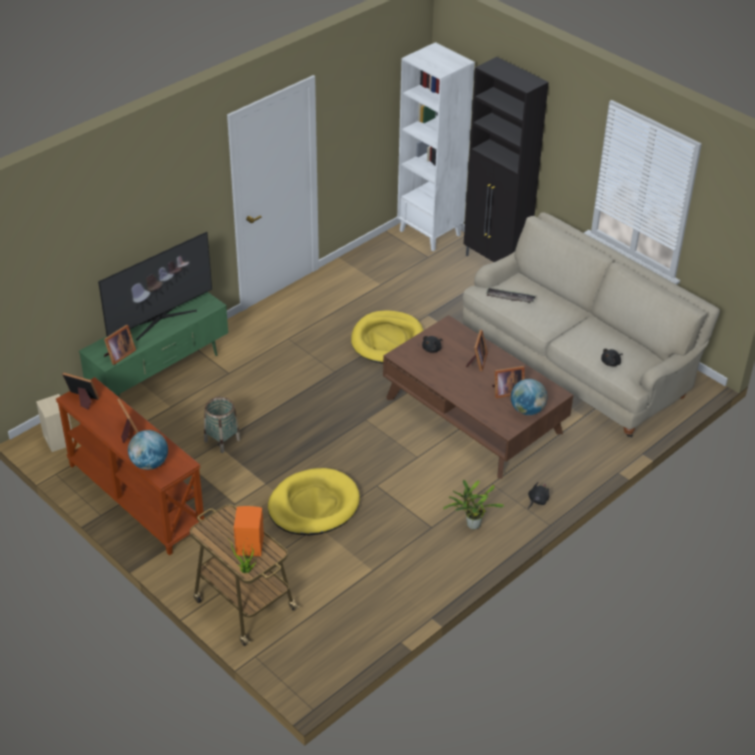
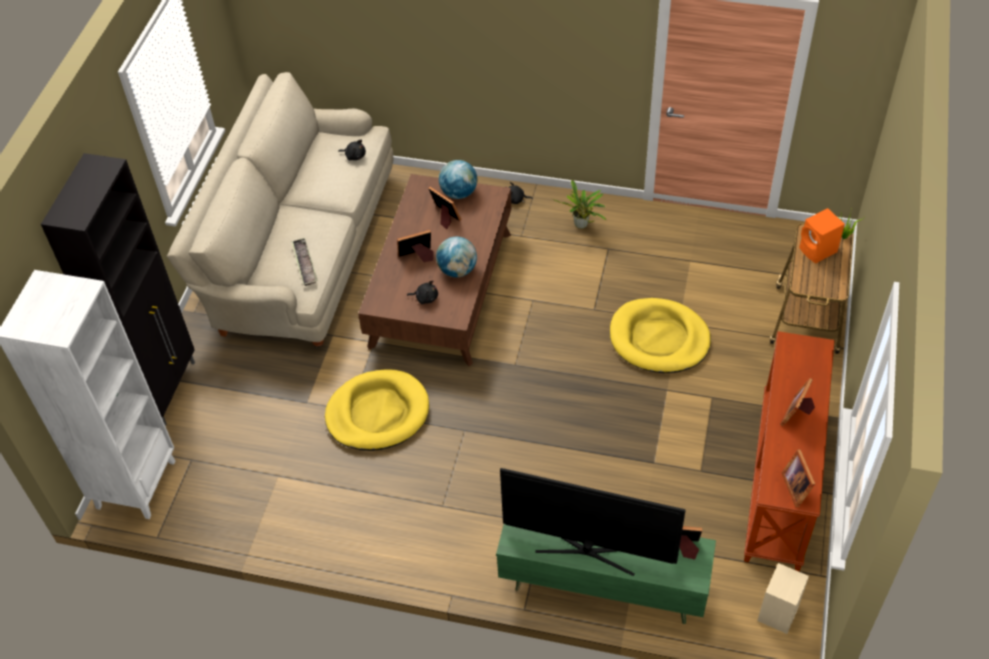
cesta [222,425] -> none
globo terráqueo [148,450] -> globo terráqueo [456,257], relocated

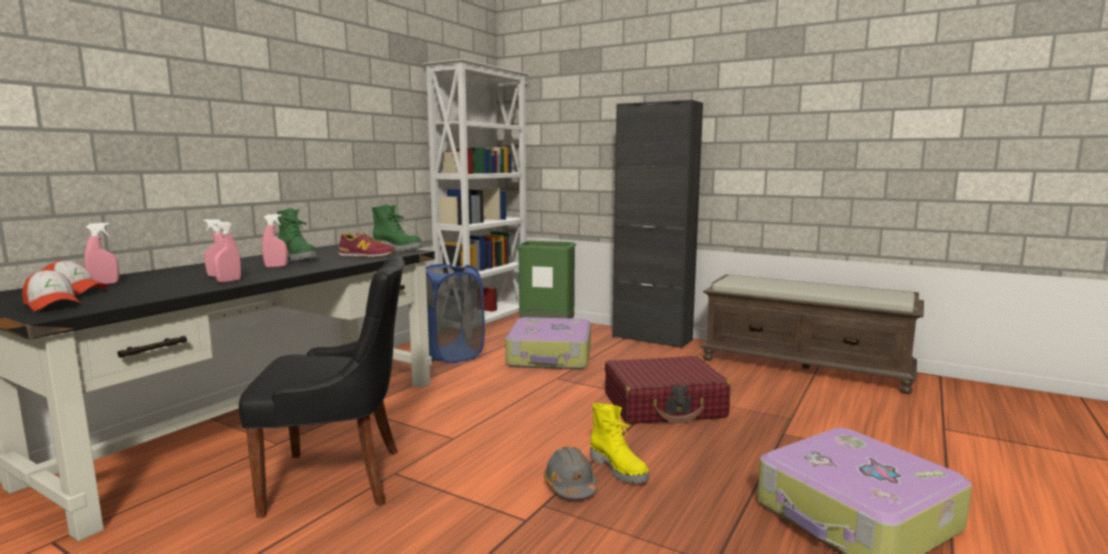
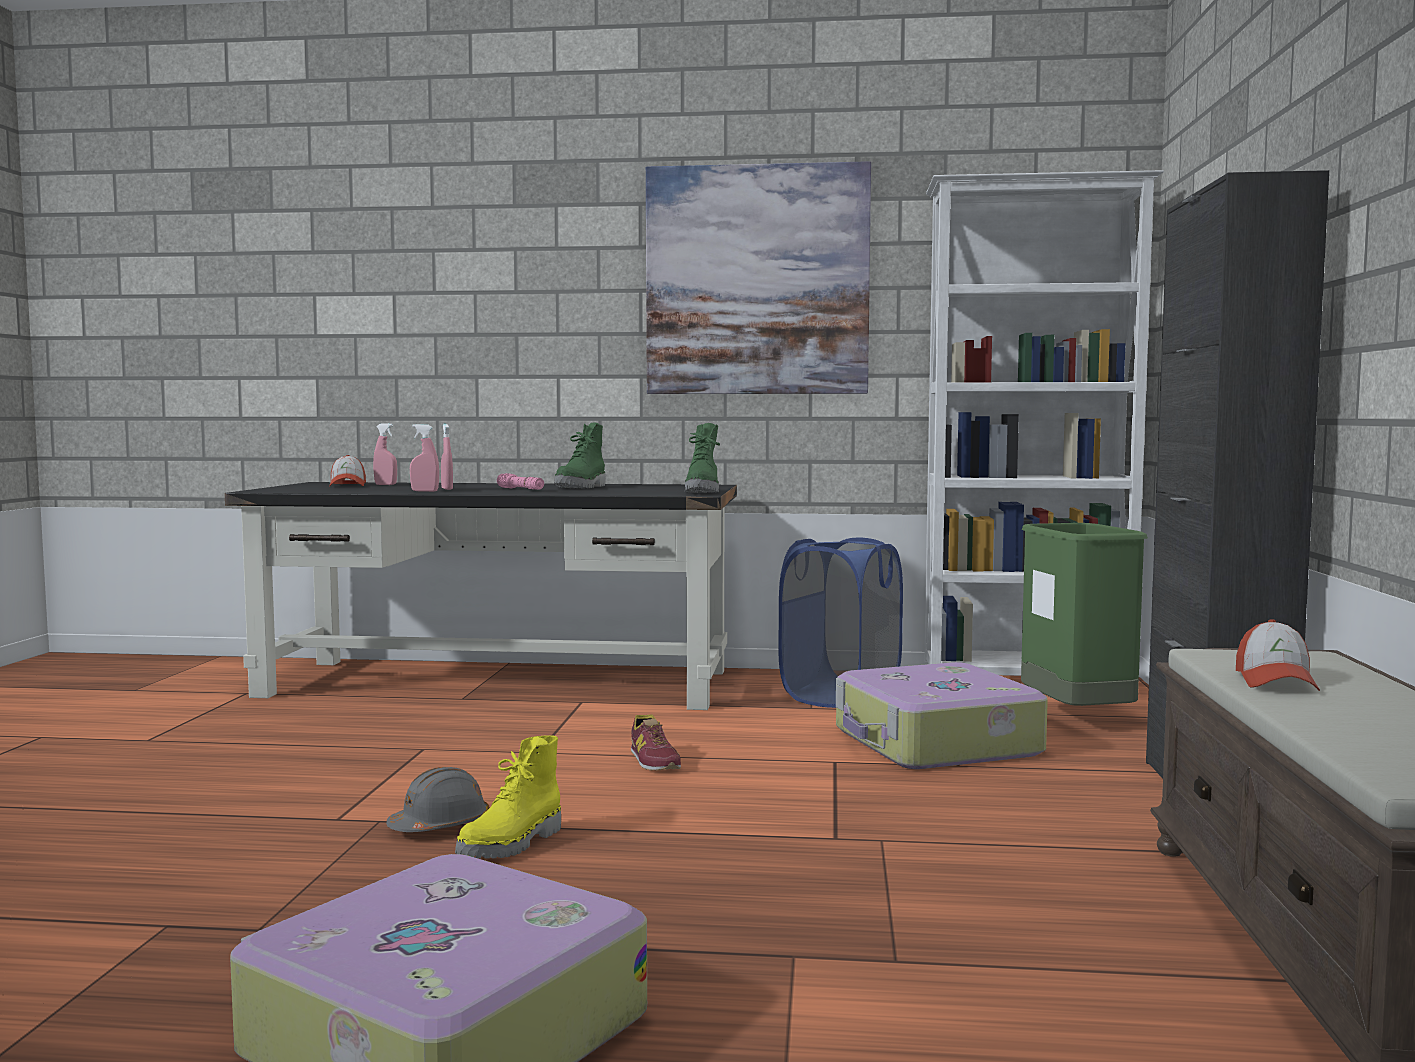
silla/negro [322,387] -> none
maleta/rojo [667,390] -> none
none -> cuadro [758,277]
gorra [52,290] -> gorra [1278,655], relocated
zapato [366,244] -> zapato [656,742], relocated
pulverizador/rosa [275,240] -> linterna/rosa [520,481]

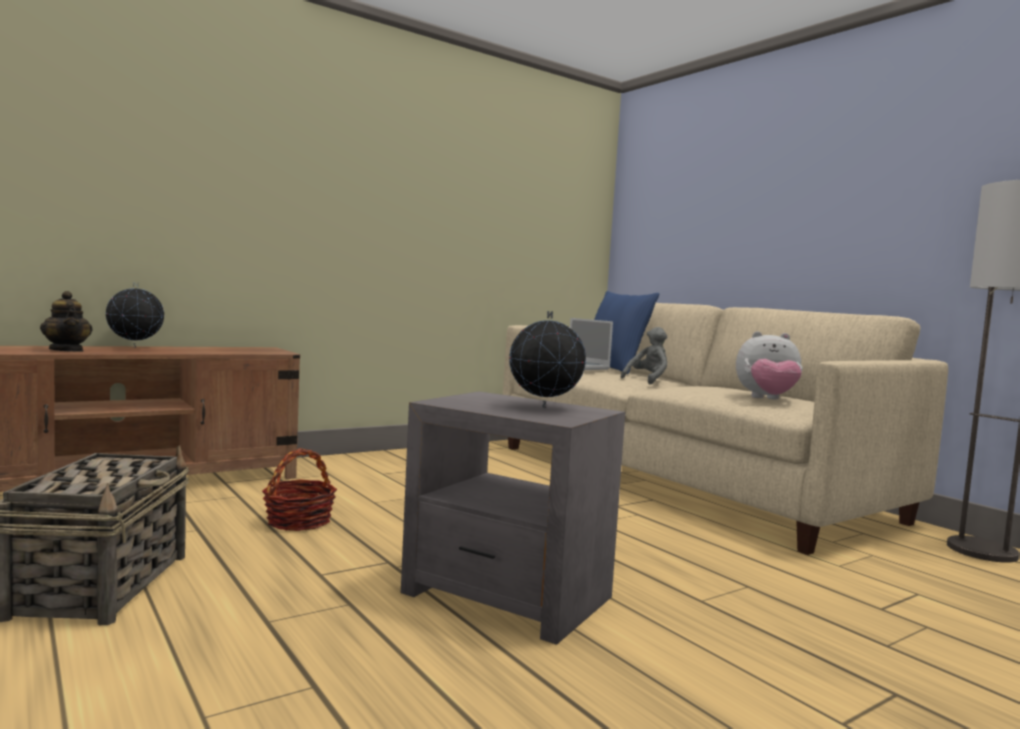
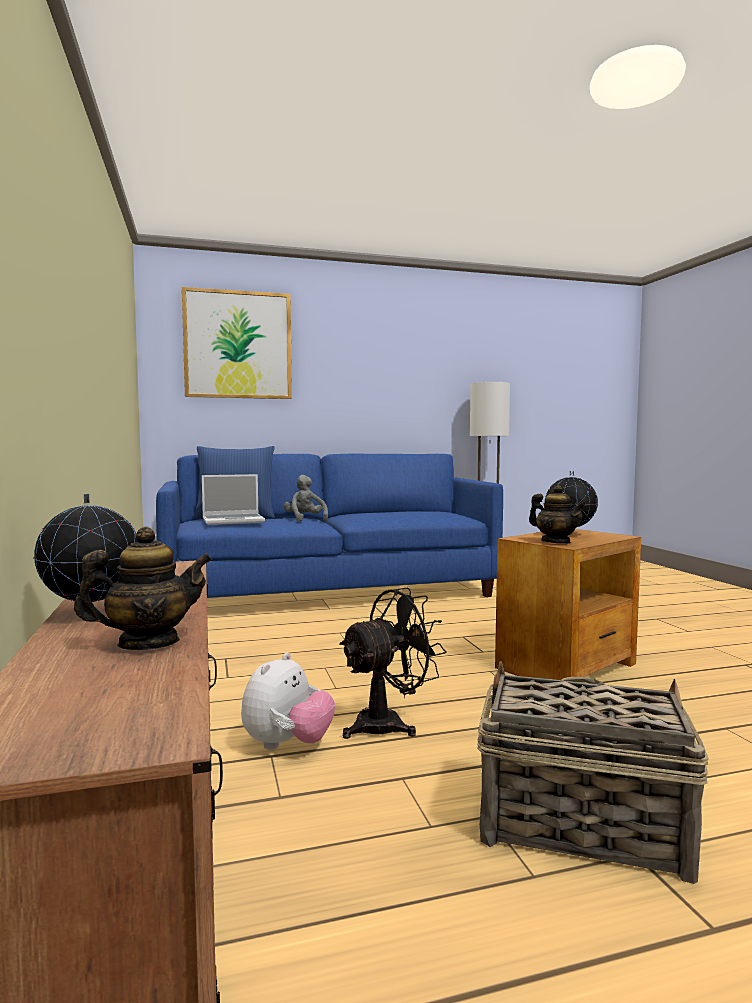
none -> cuadro [237,343]
none -> tetera [557,514]
peluche [769,365] -> peluche [288,701], relocated
cesta [299,489] -> ventilador/negro [393,663]
mesa auxiliar/gris [513,518] -> mesa auxiliar/marrón [568,604]
sofá/beis [725,429] -> sofá/azul [329,525]

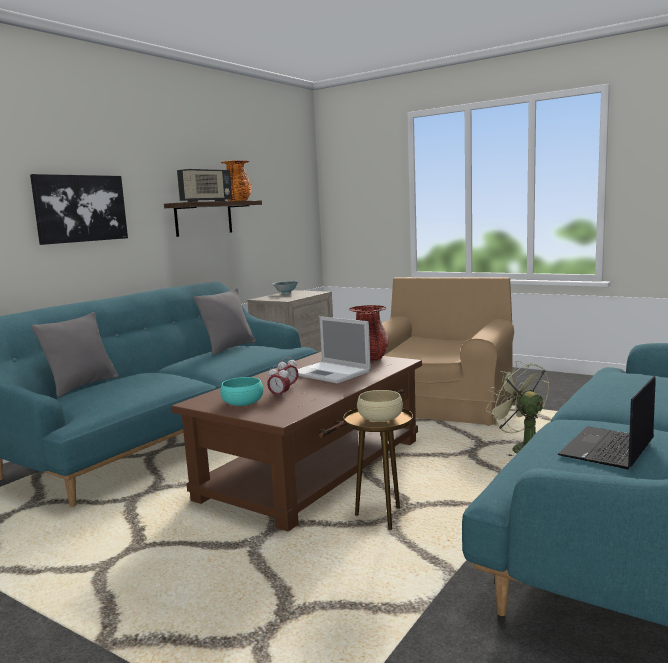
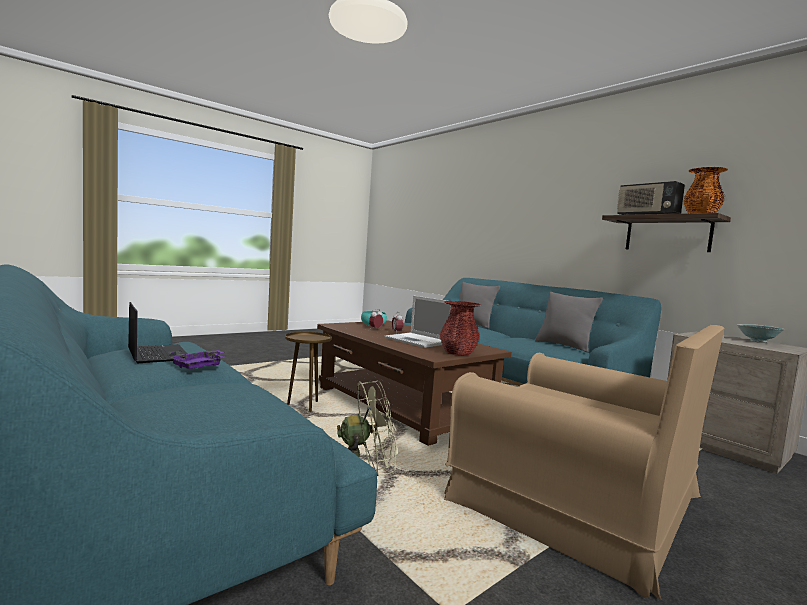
cuadro [79,209] -> none
cuenco/beis [380,406] -> none
none -> bandeja/morado [196,359]
portátil [334,350] -> portátil [417,322], 105 degrees counterclockwise

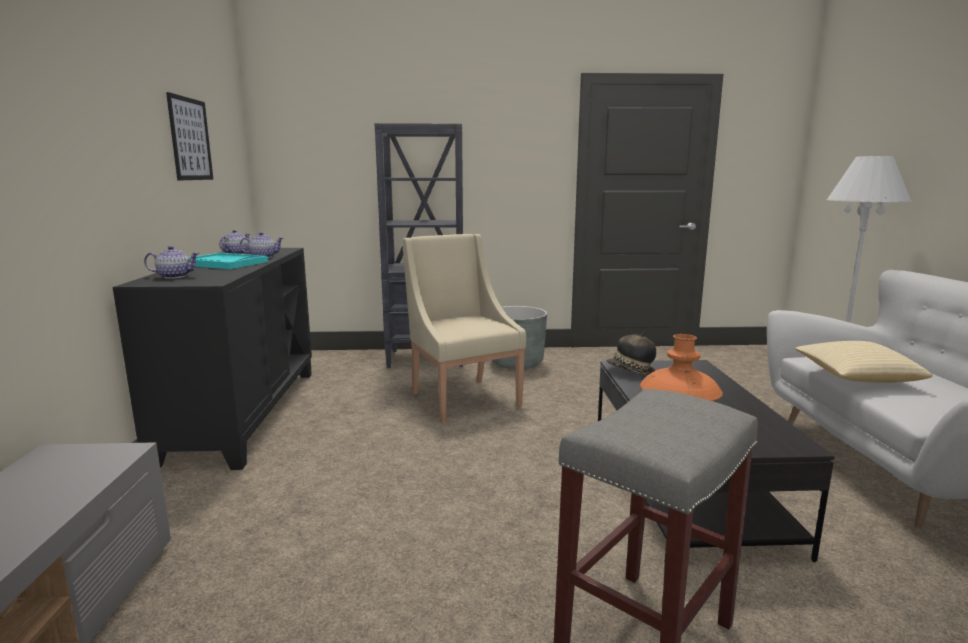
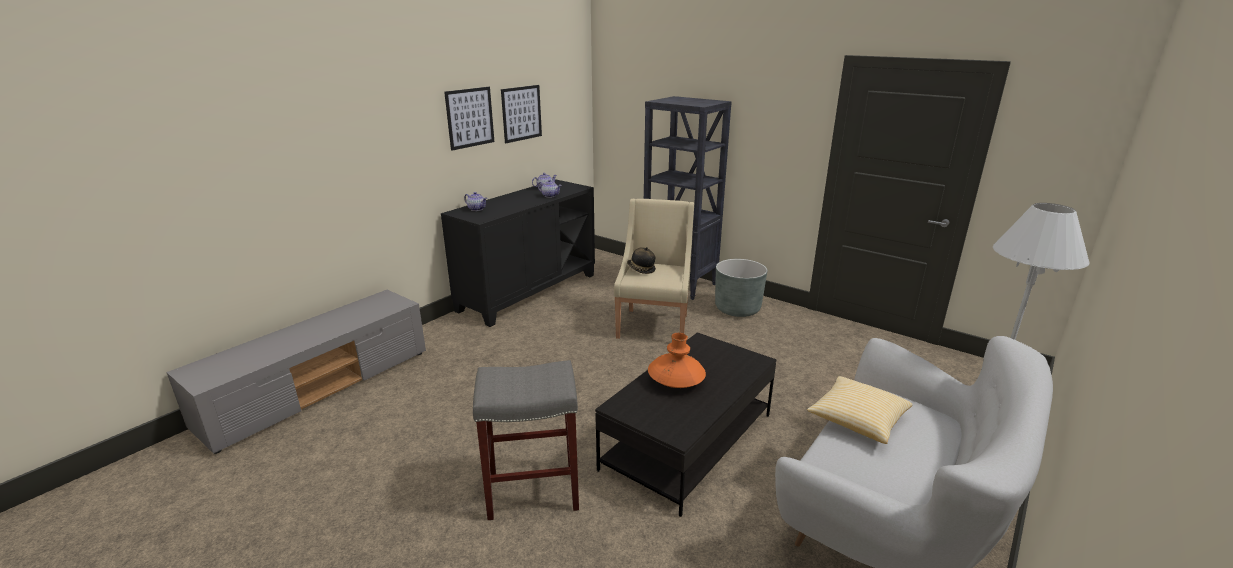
bandeja/turquesa [228,261] -> none
none -> cuadro [469,119]
sombrero [631,352] -> sombrero [641,260], relocated

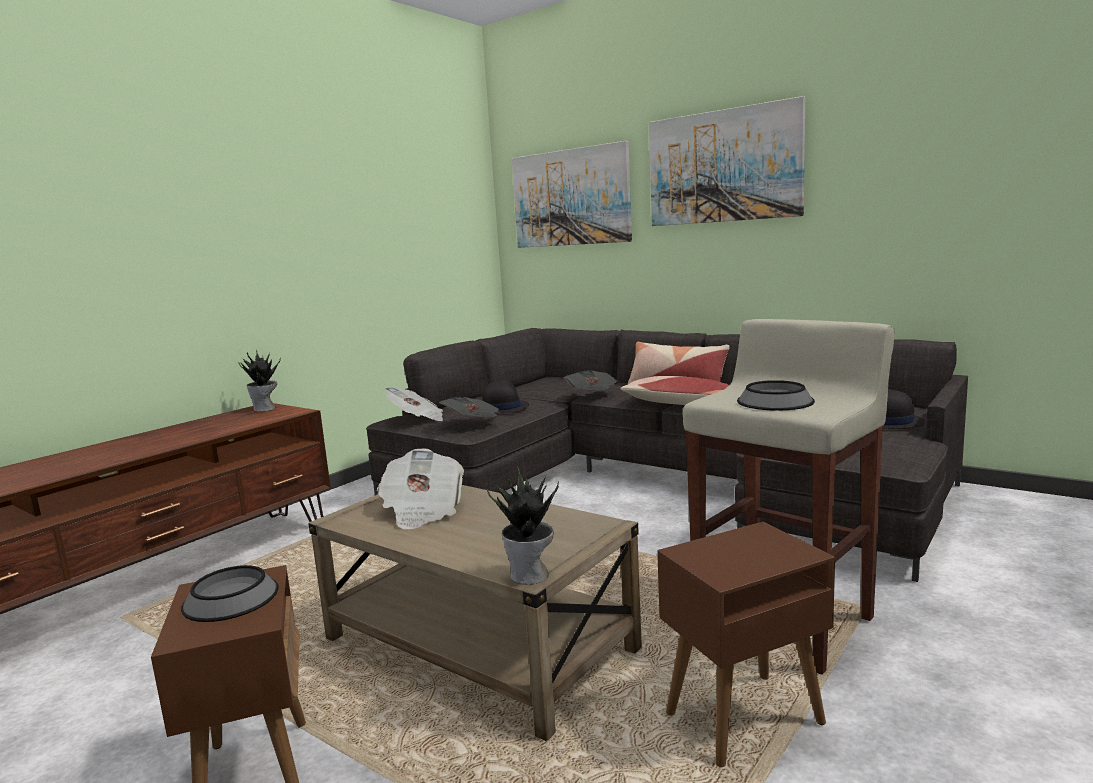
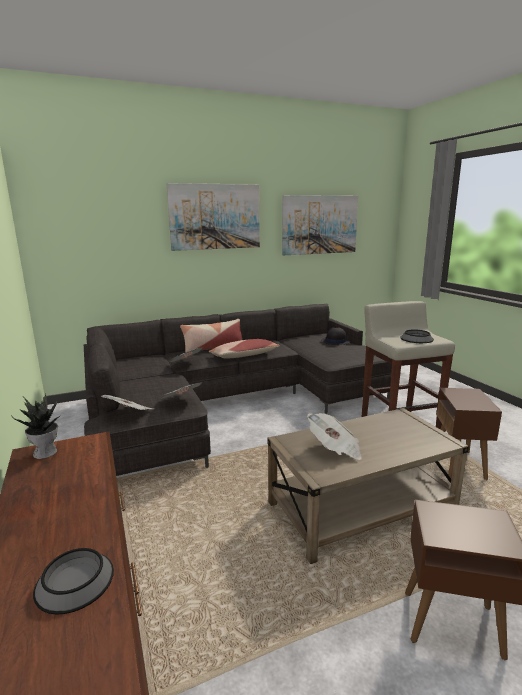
sombrero/negro [506,397] -> none
planta en maceta [523,526] -> none
cuenco [230,593] -> cuenco [73,581], relocated
cuadro [572,194] -> cuadro [320,225], relocated

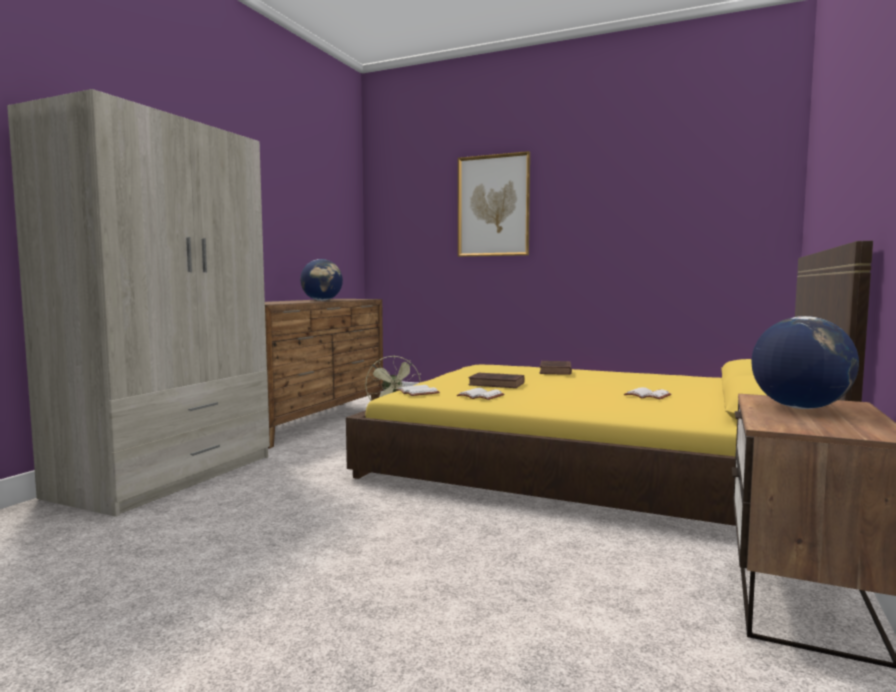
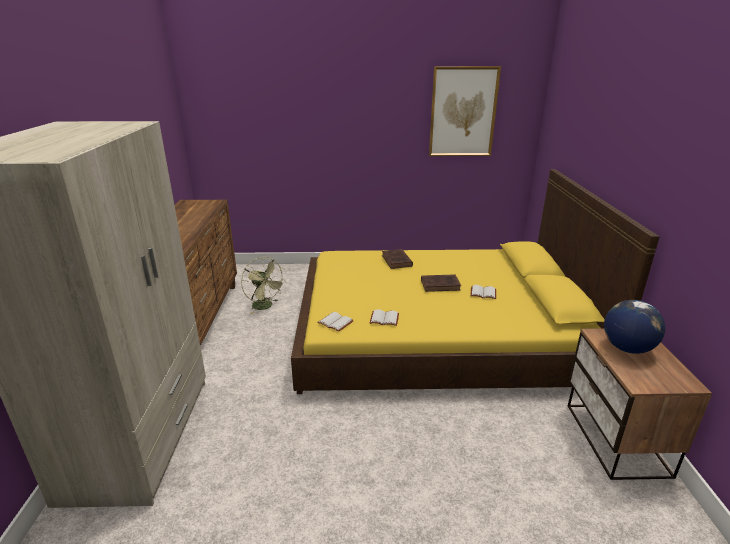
globo terráqueo [321,280] -> none
cuadro [494,204] -> cuadro [465,111], relocated
libro/marrón [496,380] -> libro/marrón [441,283], relocated

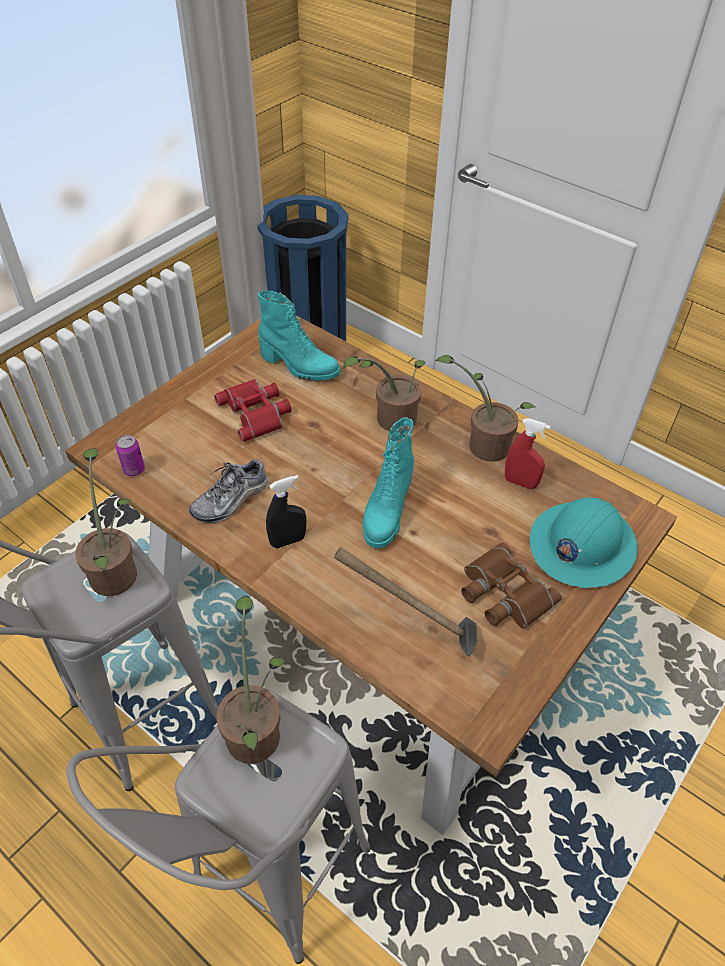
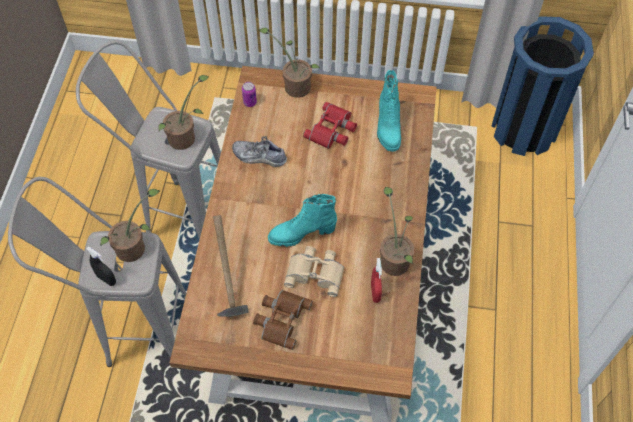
casco/turquesa [584,543] -> none
none -> prismáticos/beis [314,271]
pulverizador/negro [286,511] -> pulverizador/negro [101,266], relocated
planta en maceta [384,393] -> planta en maceta [289,63], relocated

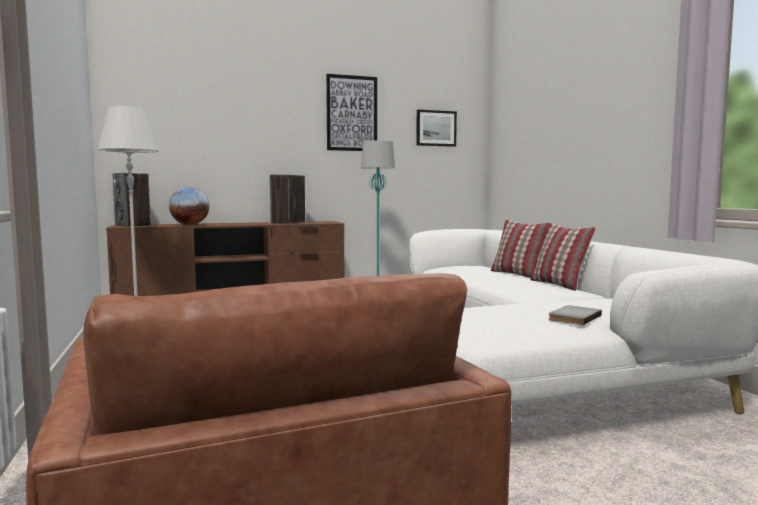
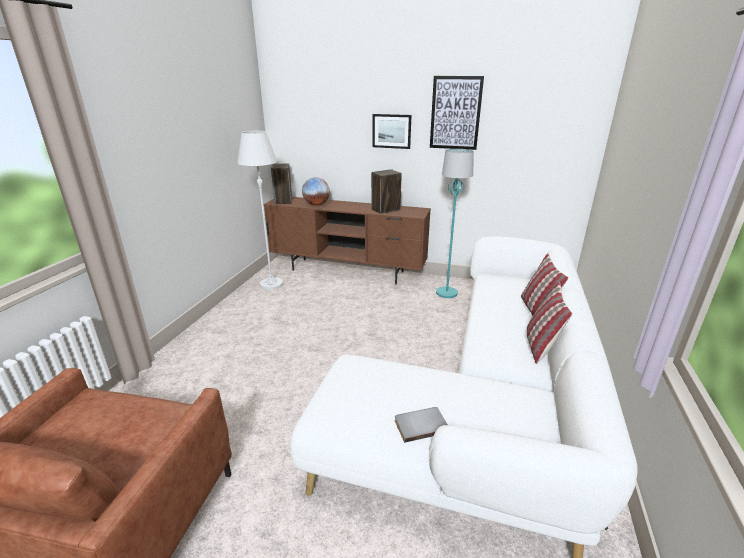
cuadro [436,128] -> cuadro [392,131], relocated

